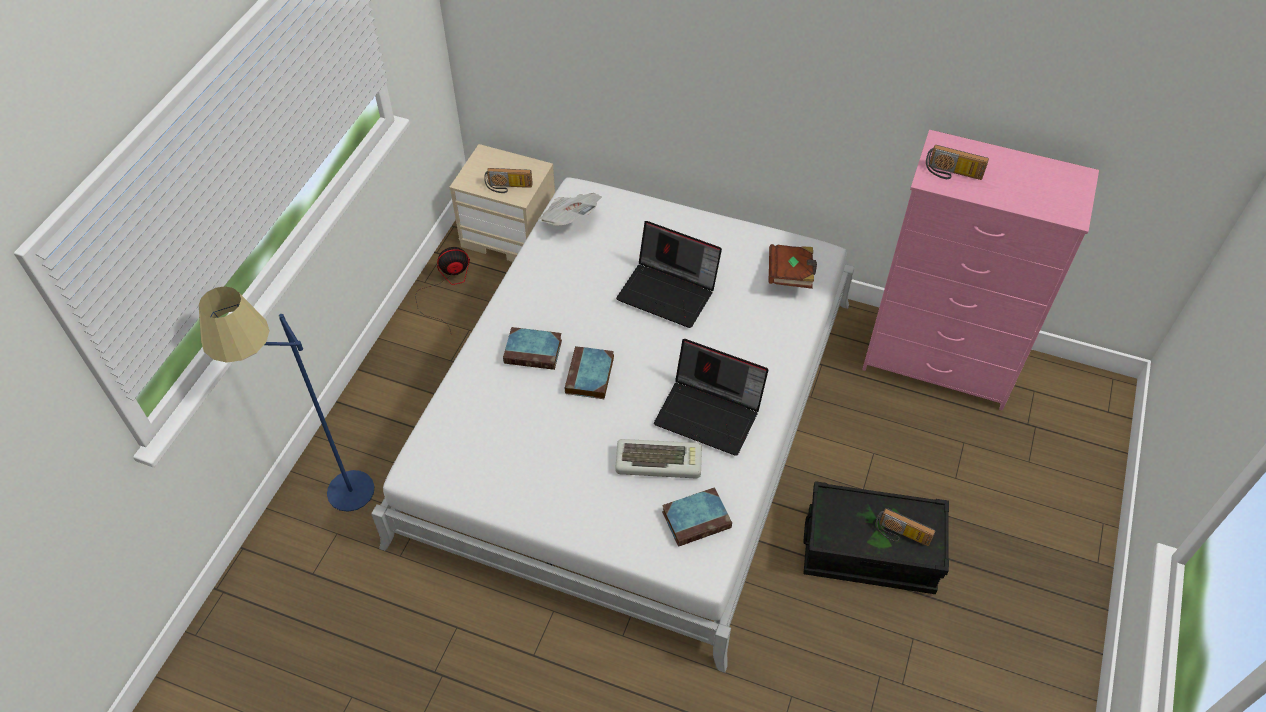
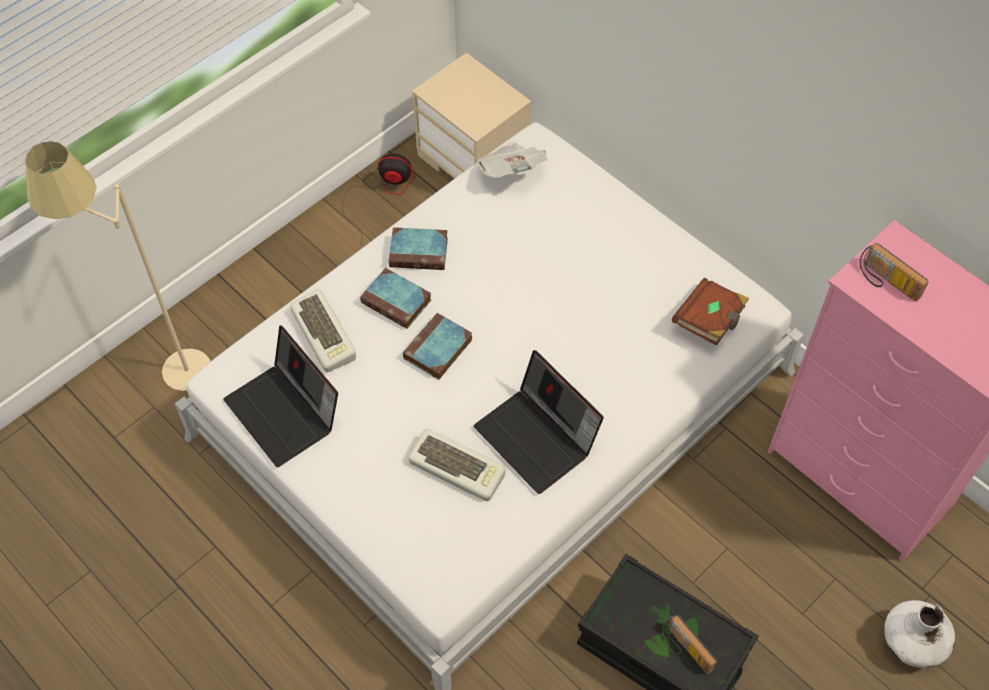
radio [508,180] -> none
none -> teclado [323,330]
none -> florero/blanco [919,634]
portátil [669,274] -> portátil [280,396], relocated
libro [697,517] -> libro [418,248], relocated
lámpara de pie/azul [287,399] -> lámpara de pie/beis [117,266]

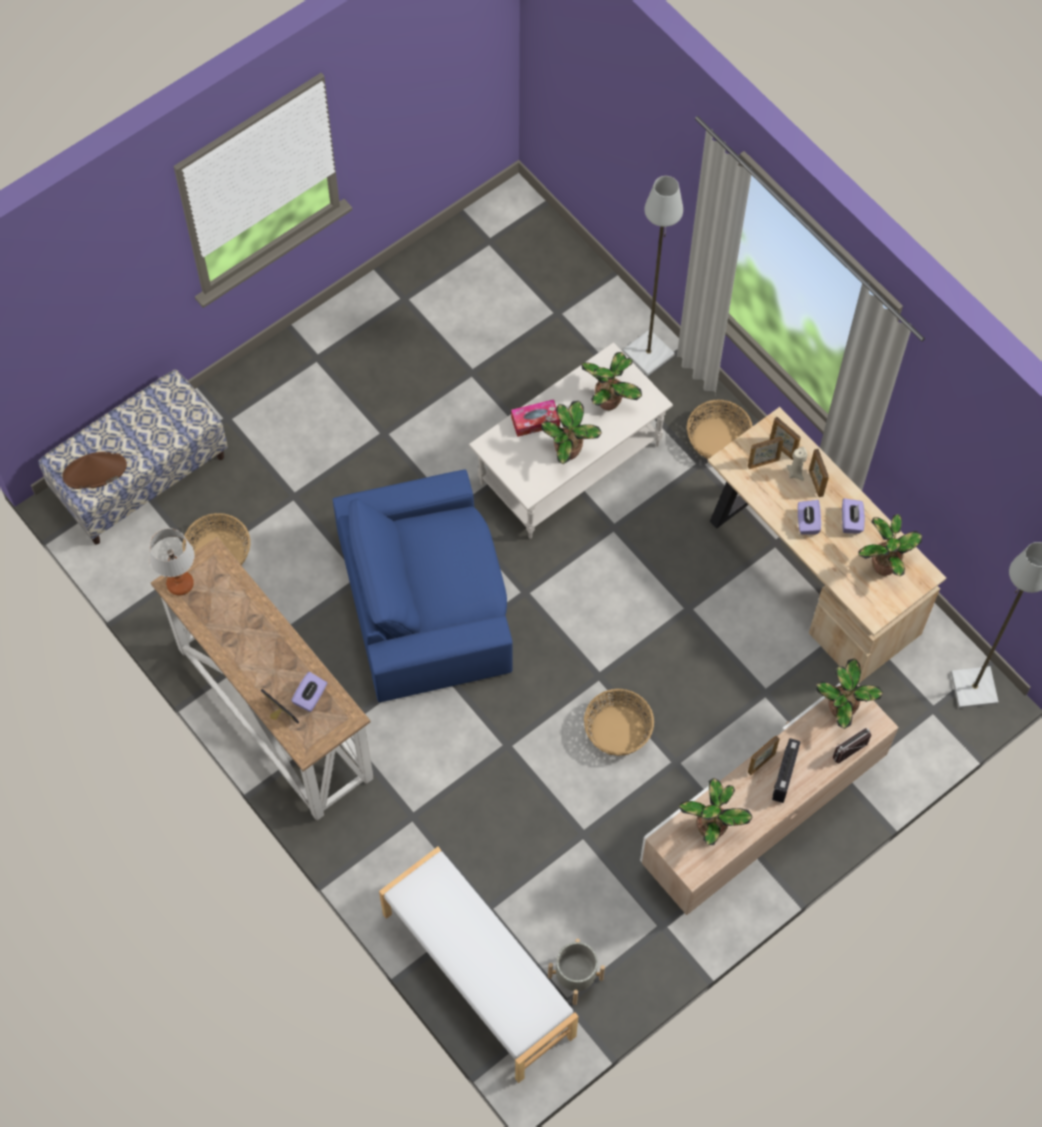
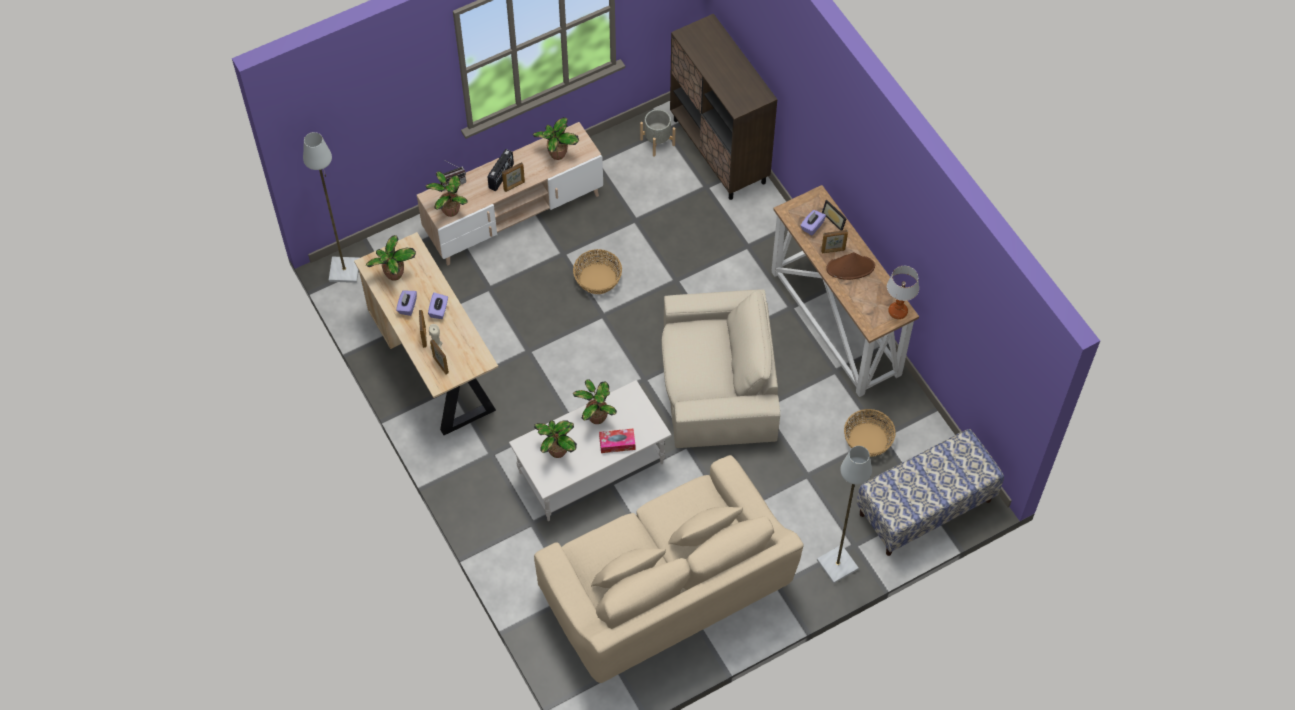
cesta [720,429] -> none
none -> sofá/beis [669,569]
sombrero/marrón [94,470] -> sombrero/marrón [850,266], relocated
lámpara de pie/gris [653,276] -> lámpara de pie/gris [844,515], relocated
portarretratos [766,453] -> portarretratos [834,241], relocated
banco/blanco [479,965] -> armario/marrón [724,107]
sillón/azul [423,586] -> sillón/beis [720,369]

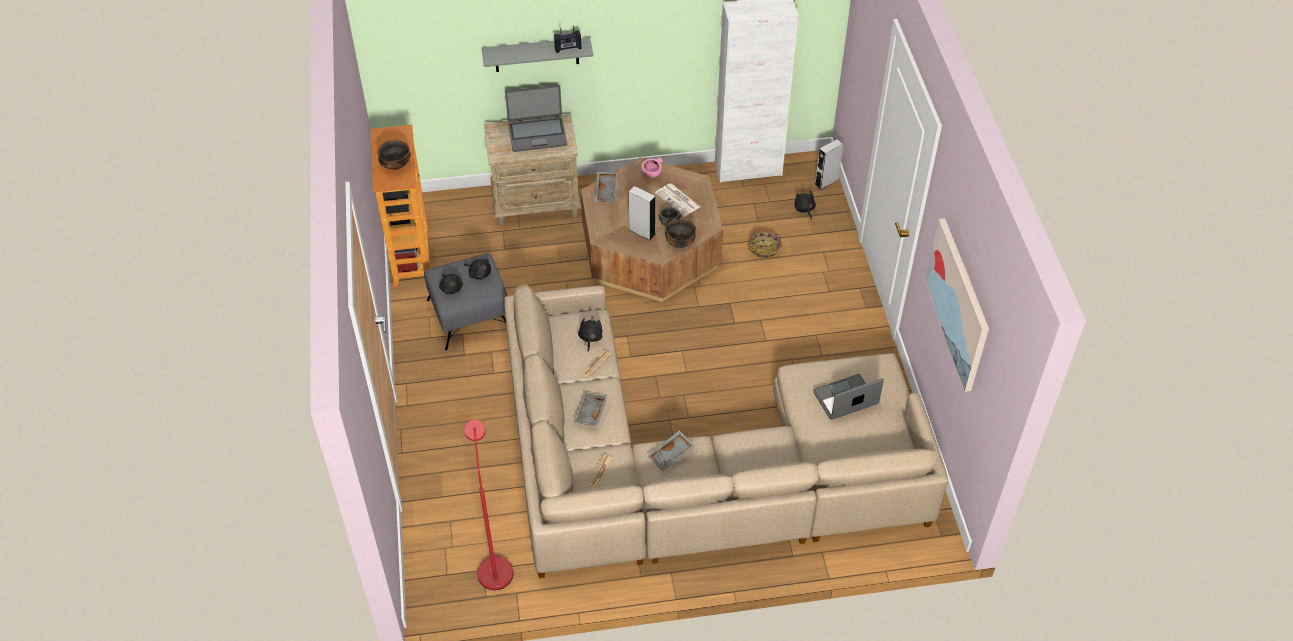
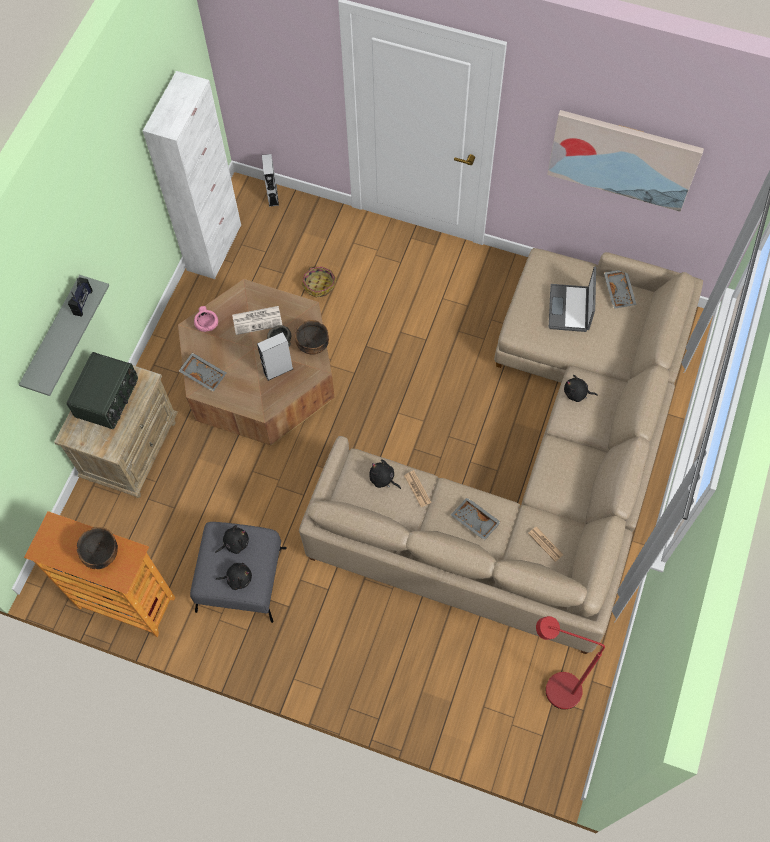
bandeja/gris [670,451] -> bandeja/gris [620,289], relocated
peluche/negro [805,205] -> peluche/negro [581,388], relocated
portátil [536,118] -> radio [102,390]

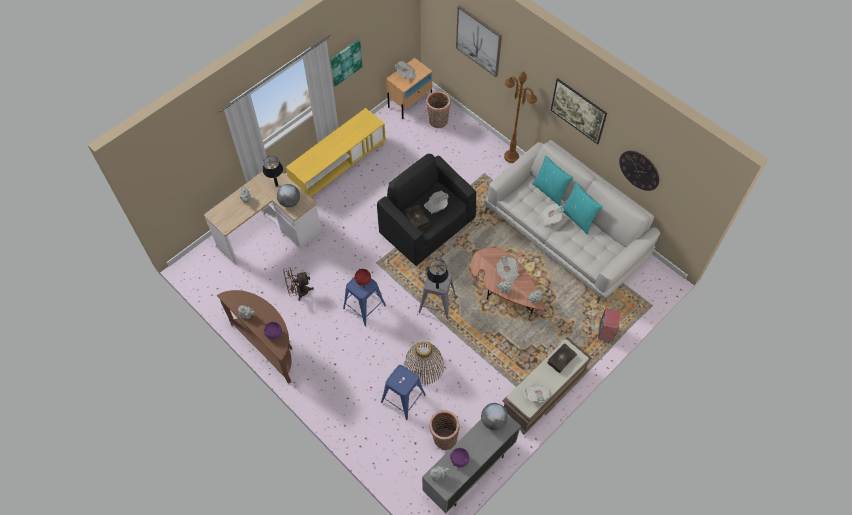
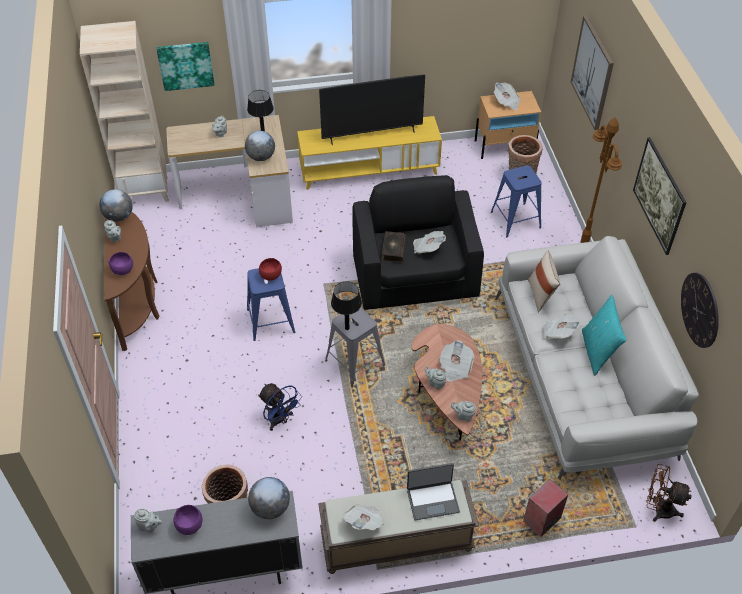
cojín/turquesa [552,180] -> none
none -> estantería/beis [124,111]
none -> globo terráqueo [116,205]
none -> televisor [372,109]
none -> cojín/beis [544,281]
ventilador/marrón [299,284] -> ventilador/marrón [669,493], relocated
cuadro [346,63] -> cuadro [185,66], relocated
taburete/azul [403,392] -> taburete/azul [516,201], relocated
cesta [424,363] -> ventilador/azul [280,407]
libro [562,358] -> portátil [433,491]

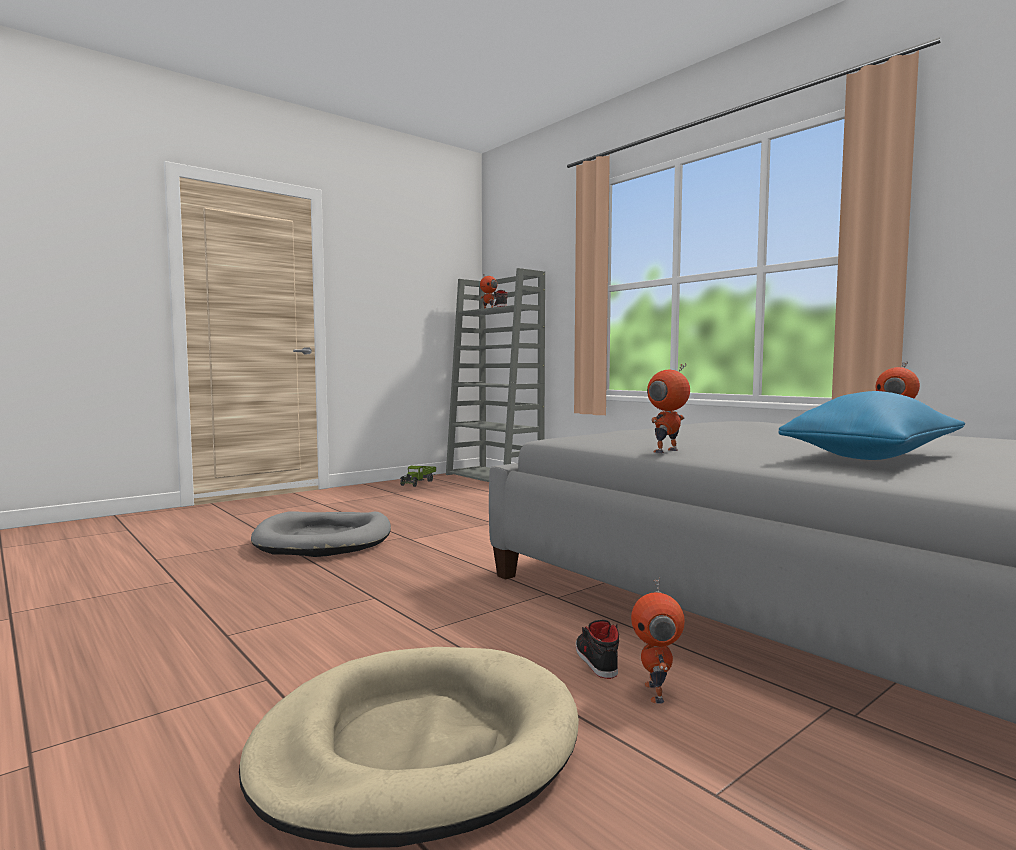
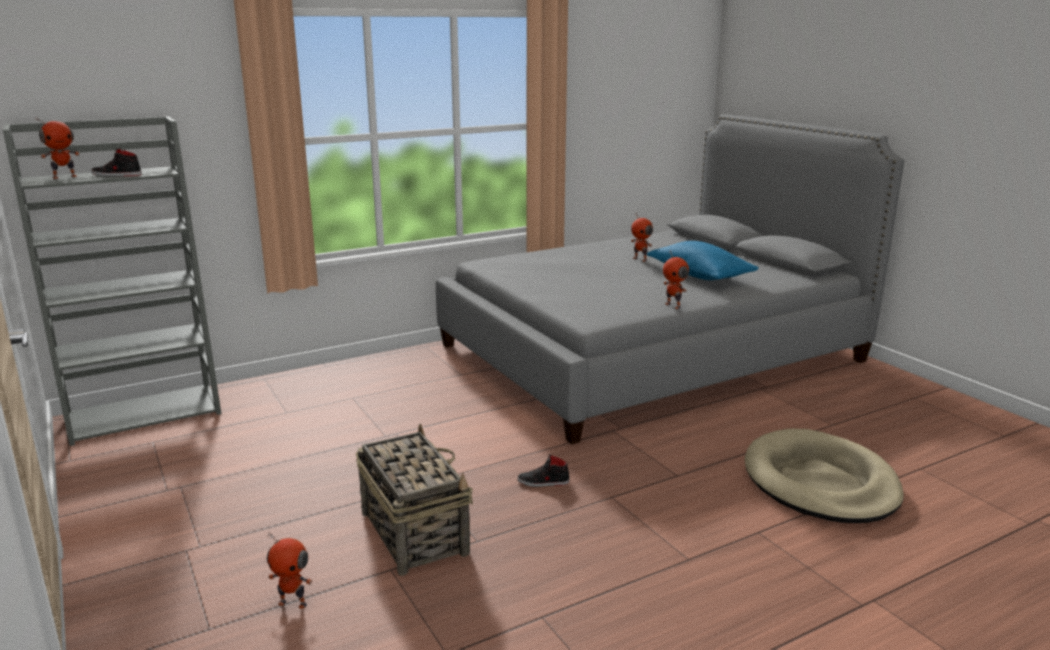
camión de juguete [418,476] -> none
zapato/negro [597,649] -> zapato/negro [543,470], relocated
robot de juguete [658,640] -> robot de juguete [290,570], relocated
cama para perro/gris [321,534] -> cesta [414,499]

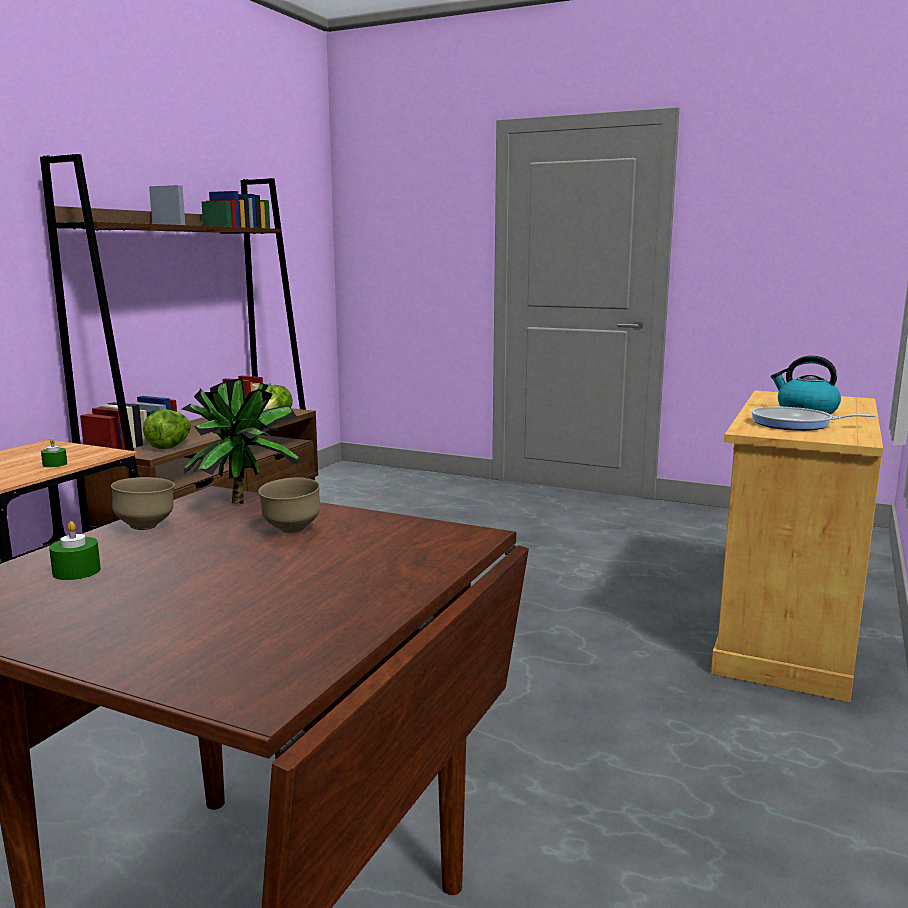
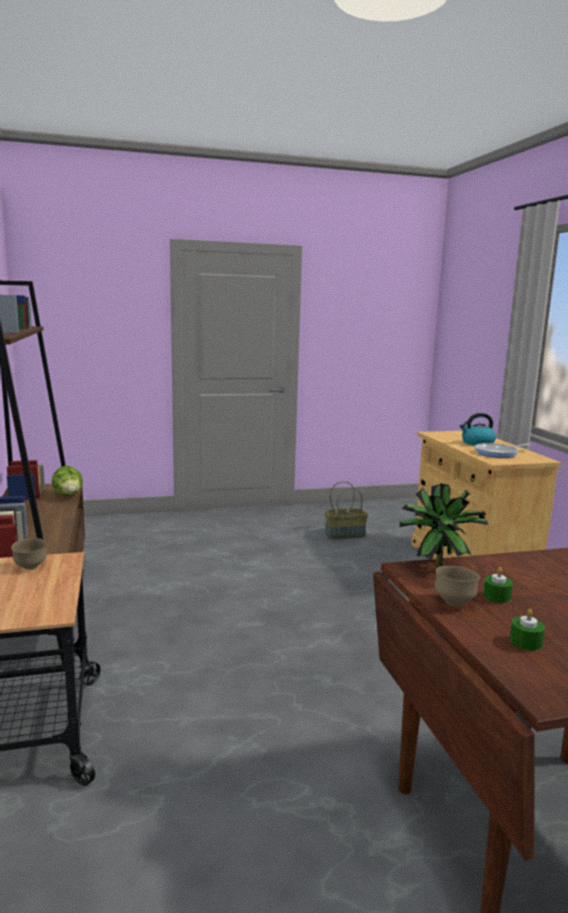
lechuga [167,429] -> none
none -> cesta [346,510]
vela/verde [54,453] -> vela/verde [498,585], relocated
cuenco/marrón [289,505] -> cuenco/marrón [29,554], relocated

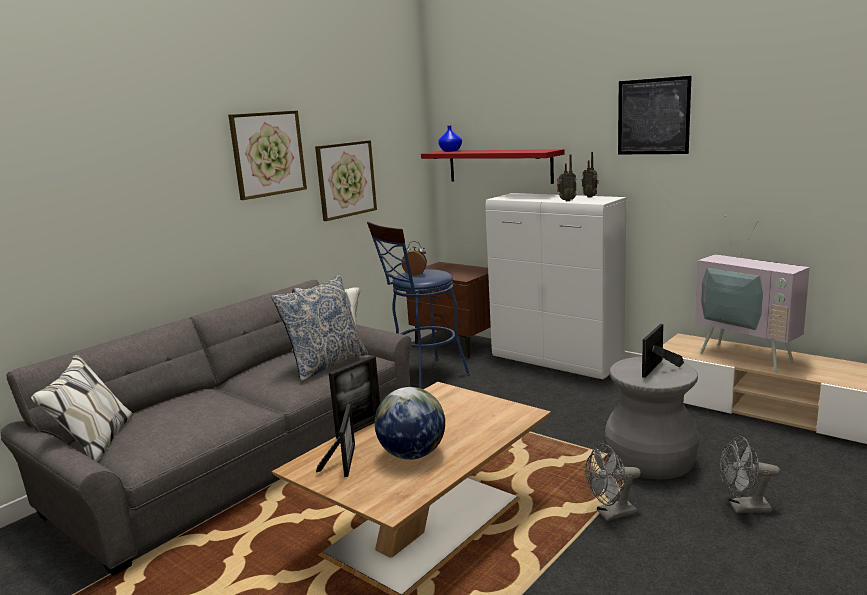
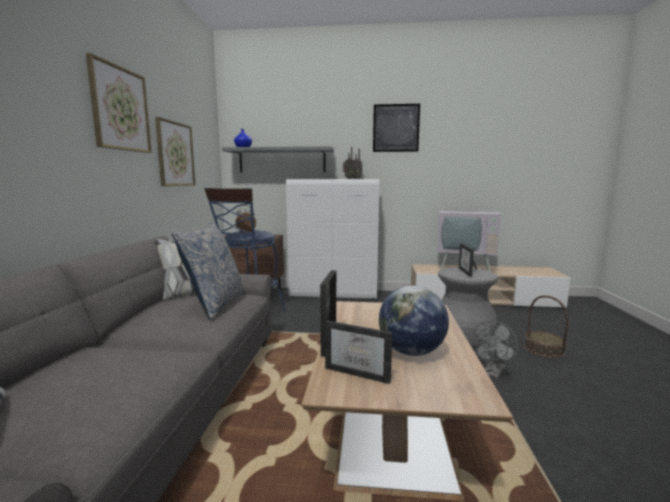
ventilador/gris [750,474] -> cesta [546,326]
estante/rojo [493,166] -> estante/gris [278,159]
portarretratos [335,440] -> portarretratos [358,352], 150 degrees clockwise

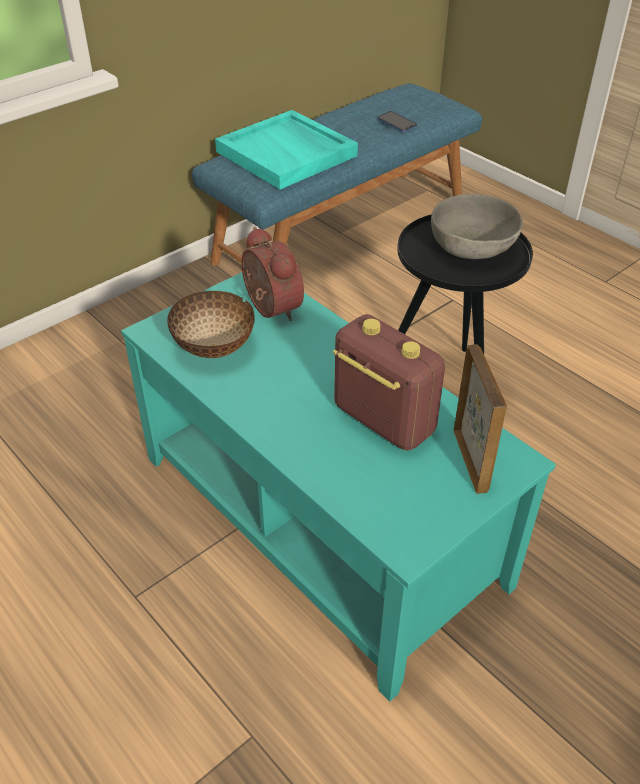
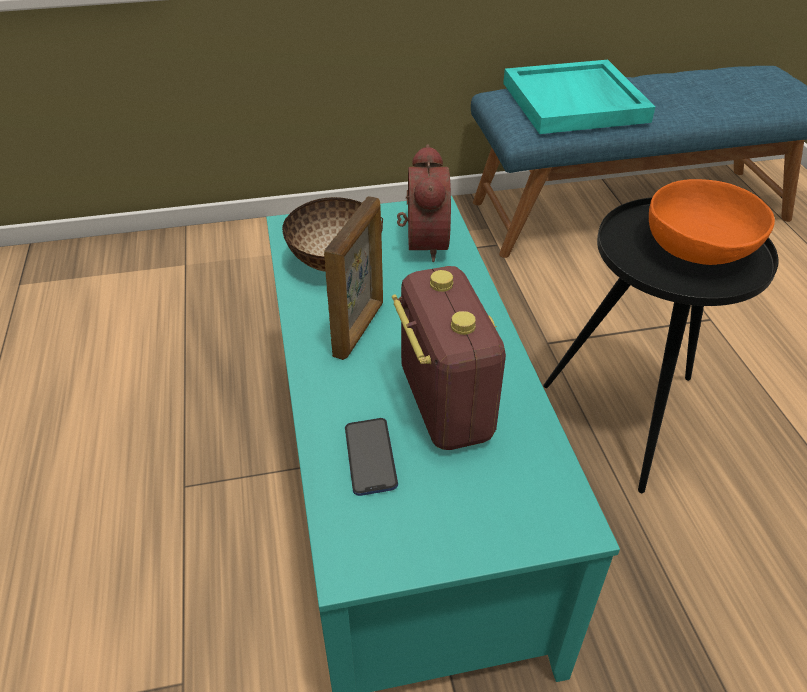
móvil [397,121] -> móvil [371,457], relocated
portarretratos [480,419] -> portarretratos [353,278], relocated
cuenco/gris [477,226] -> cuenco/naranja [712,222]

